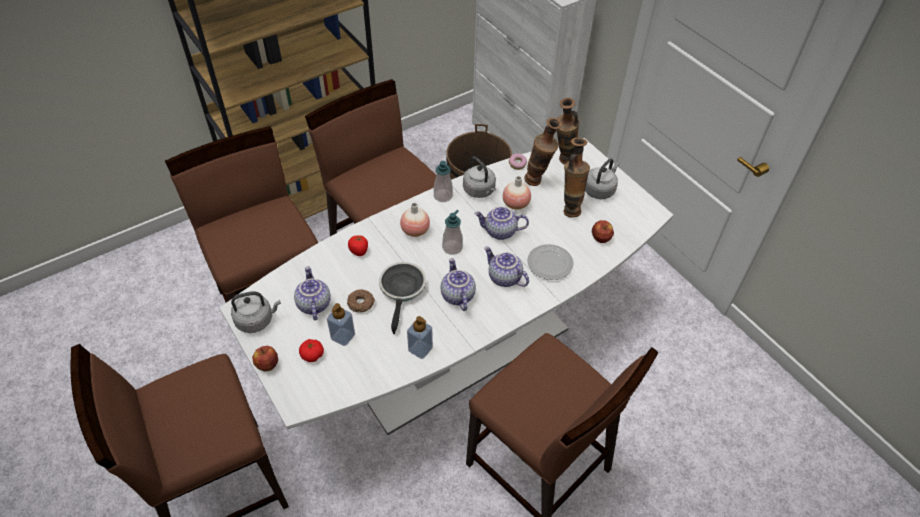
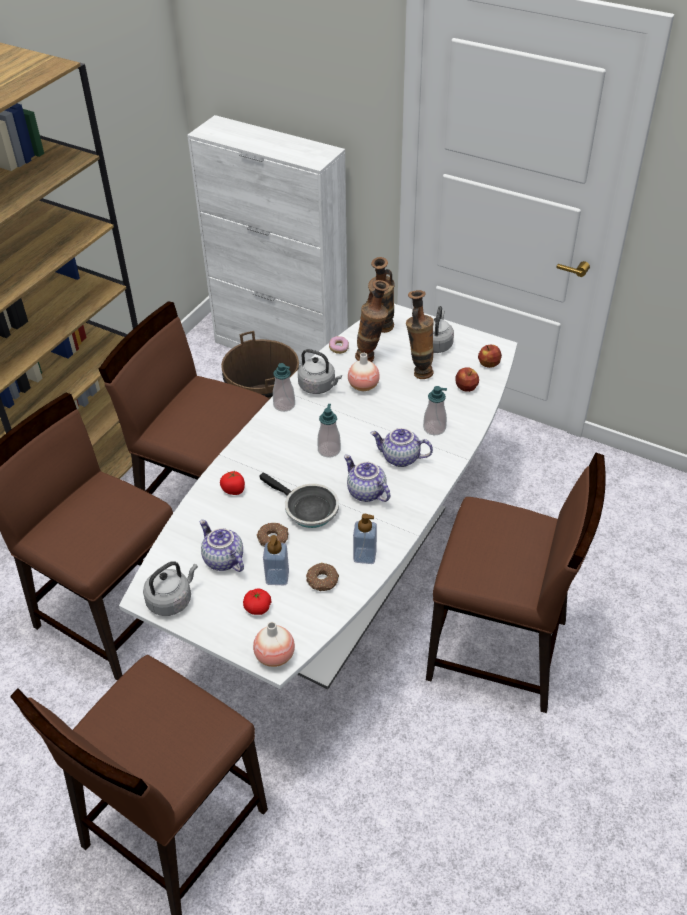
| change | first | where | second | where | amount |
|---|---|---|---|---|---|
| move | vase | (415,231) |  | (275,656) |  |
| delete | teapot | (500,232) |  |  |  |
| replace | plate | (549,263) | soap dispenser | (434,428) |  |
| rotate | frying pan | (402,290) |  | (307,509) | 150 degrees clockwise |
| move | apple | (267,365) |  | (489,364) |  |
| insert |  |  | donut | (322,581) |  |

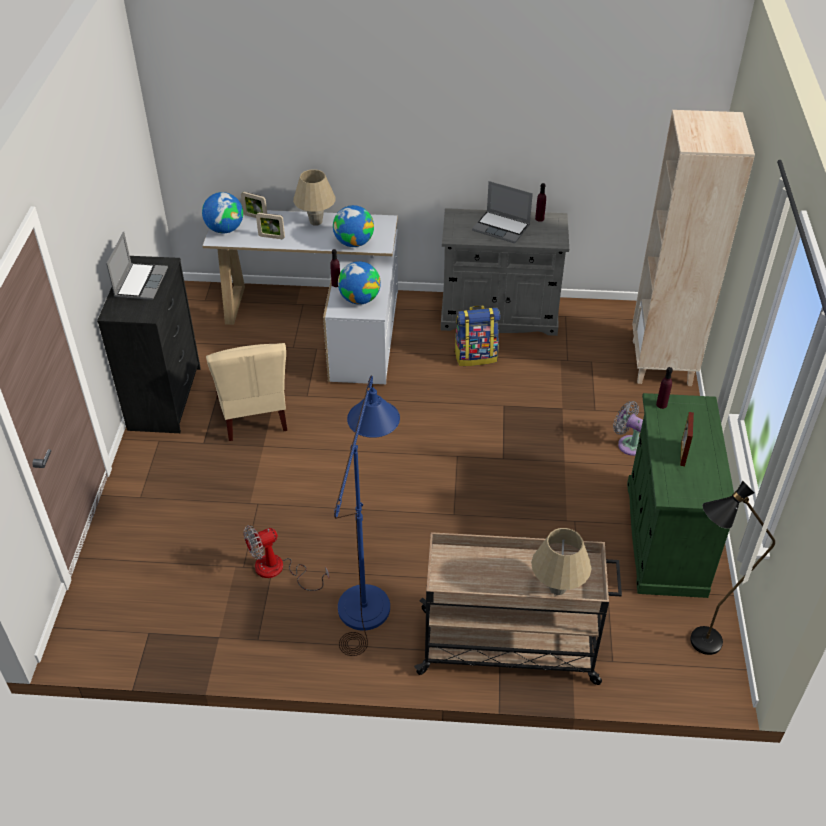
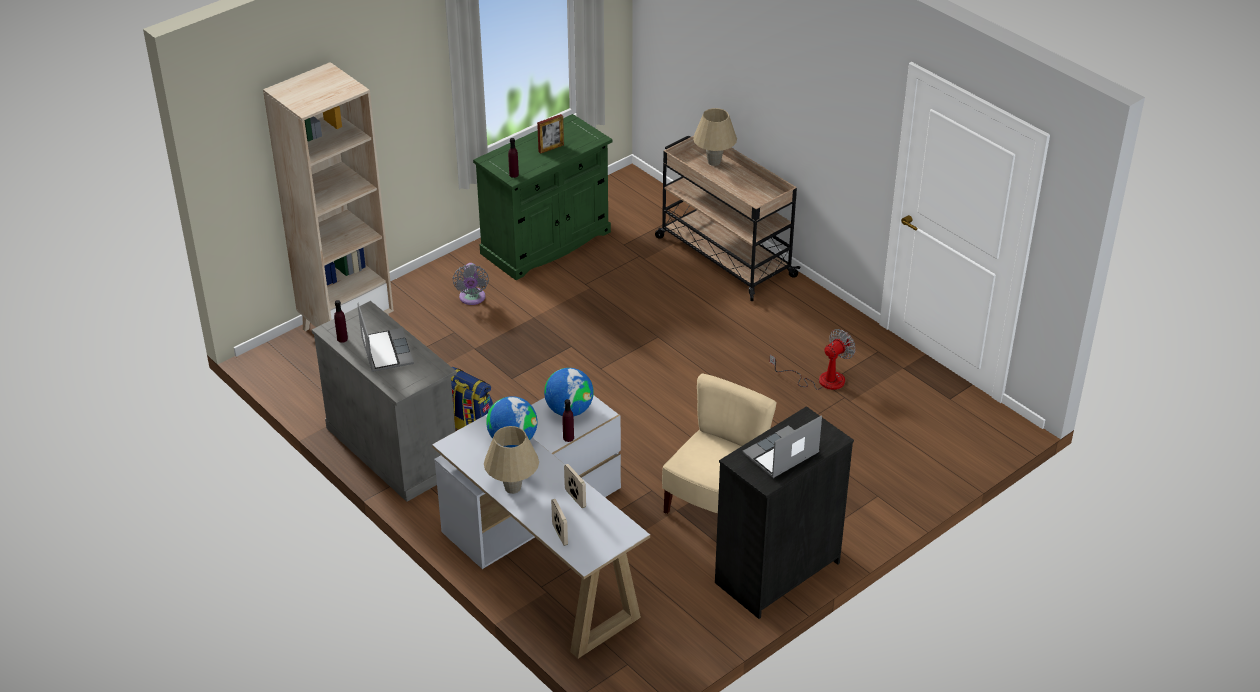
| change | first | where | second | where | amount |
|---|---|---|---|---|---|
| delete | globe | (225,229) |  |  |  |
| delete | blue floor lamp | (368,595) |  |  |  |
| delete | black floor lamp | (695,645) |  |  |  |
| rotate | fan | (278,570) |  | (821,380) | 60 degrees counterclockwise |

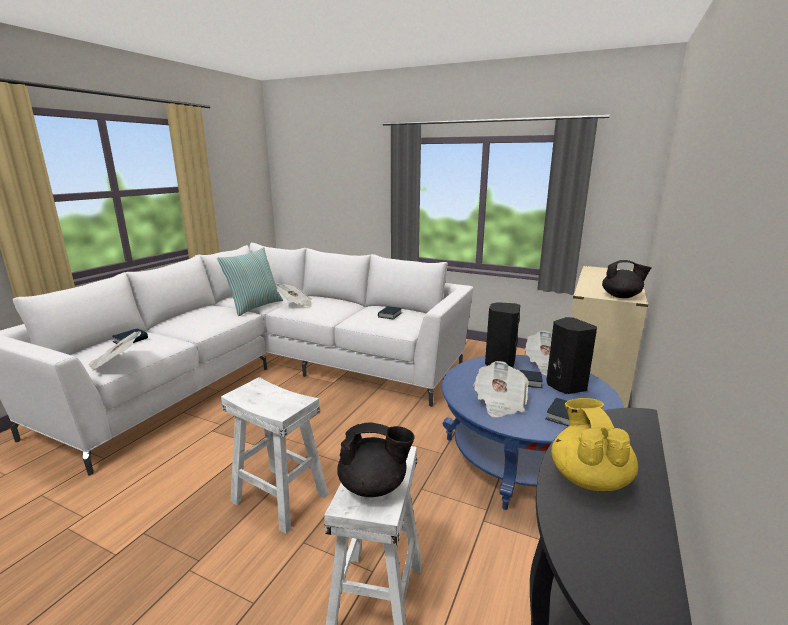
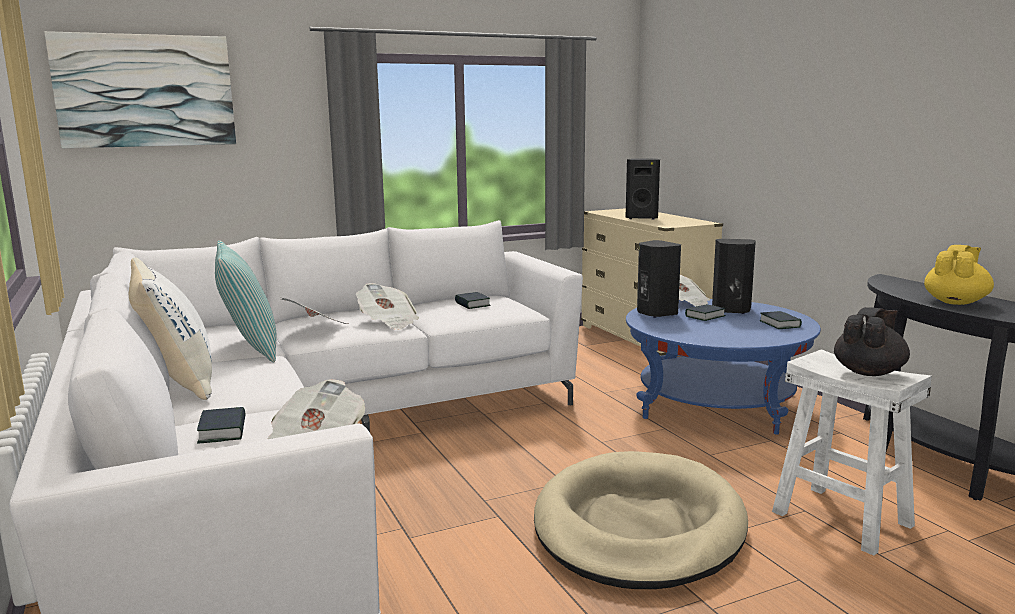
| change | first | where | second | where | amount |
|---|---|---|---|---|---|
| delete | black teapot | (621,296) |  |  |  |
| move | newspaper | (499,403) |  | (388,322) |  |
| replace | white stool | (279,498) | beige dog bed | (638,527) |  |
| rotate | yellow teapot | (588,477) |  | (955,302) | 90 degrees clockwise |
| insert |  |  | picture | (145,91) |  |
| insert |  |  | black speaker | (642,218) |  |
| insert |  |  | white pillow | (176,383) |  |

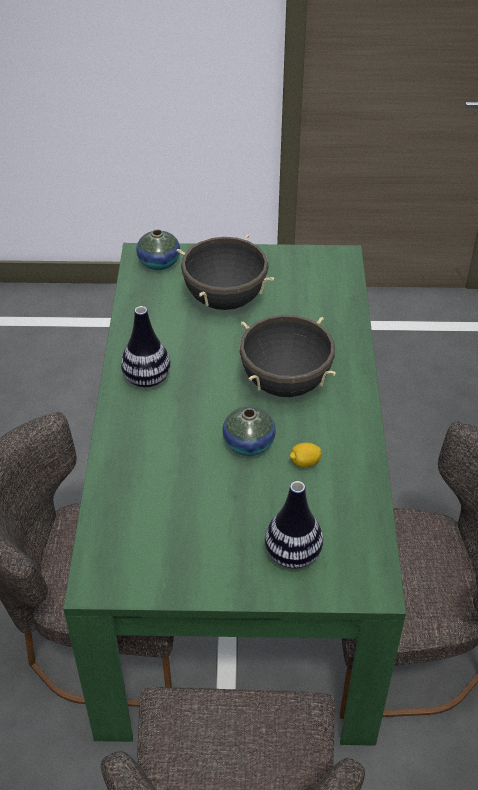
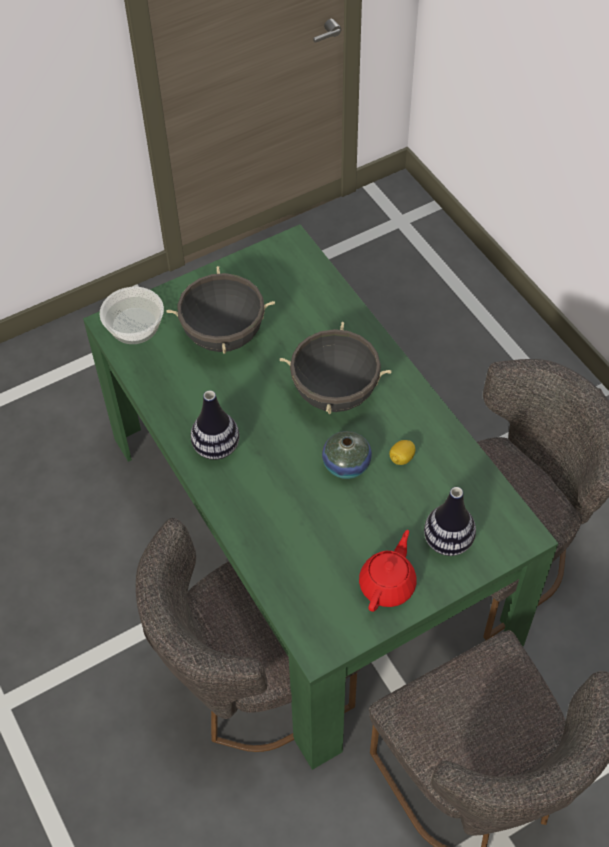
| change | first | where | second | where | amount |
|---|---|---|---|---|---|
| replace | vase | (159,263) | bowl | (135,325) |  |
| insert |  |  | red teapot | (388,584) |  |

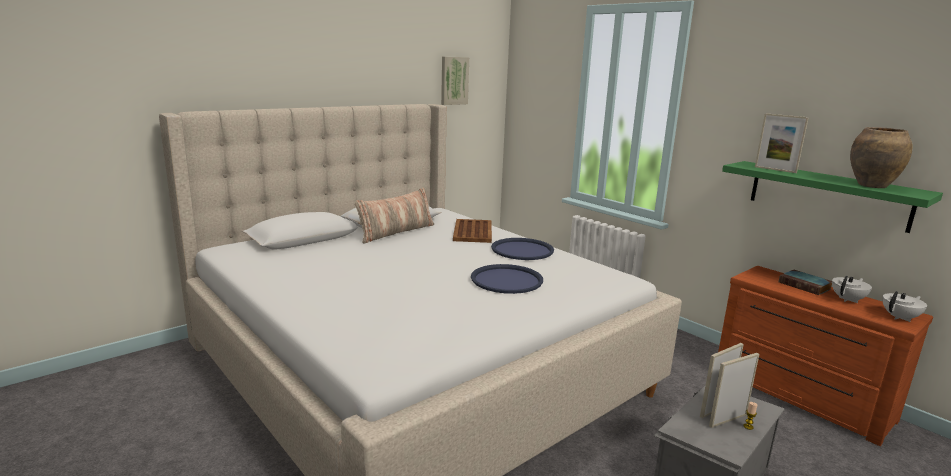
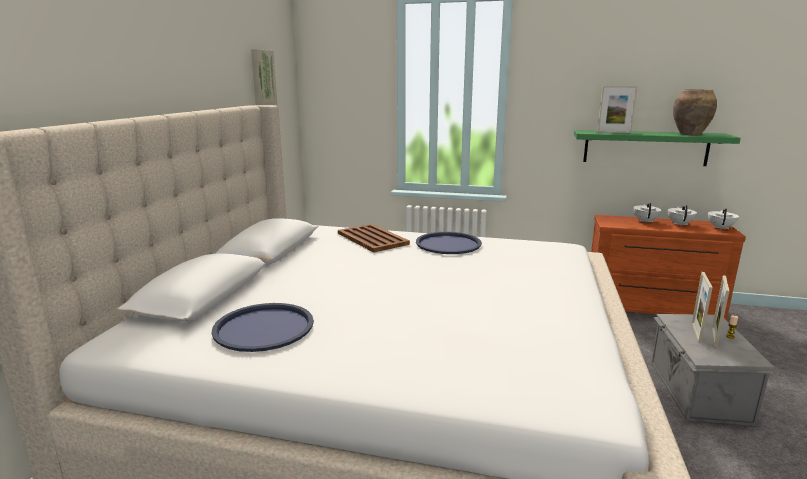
| change | first | where | second | where | amount |
|---|---|---|---|---|---|
| delete | pillow | (396,232) |  |  |  |
| move | blue tray | (506,280) |  | (263,328) |  |
| replace | book | (805,286) | white teapot | (645,221) |  |

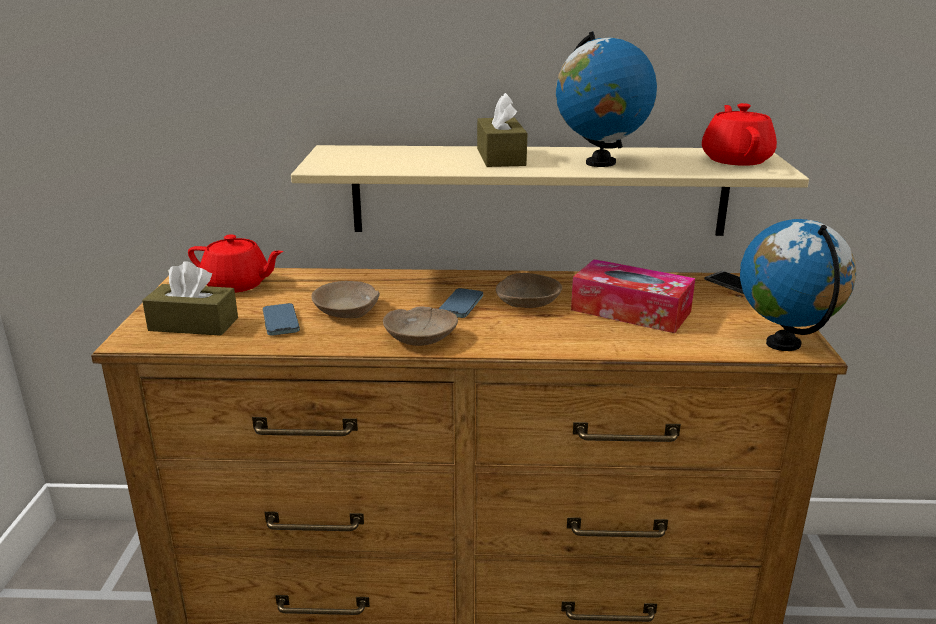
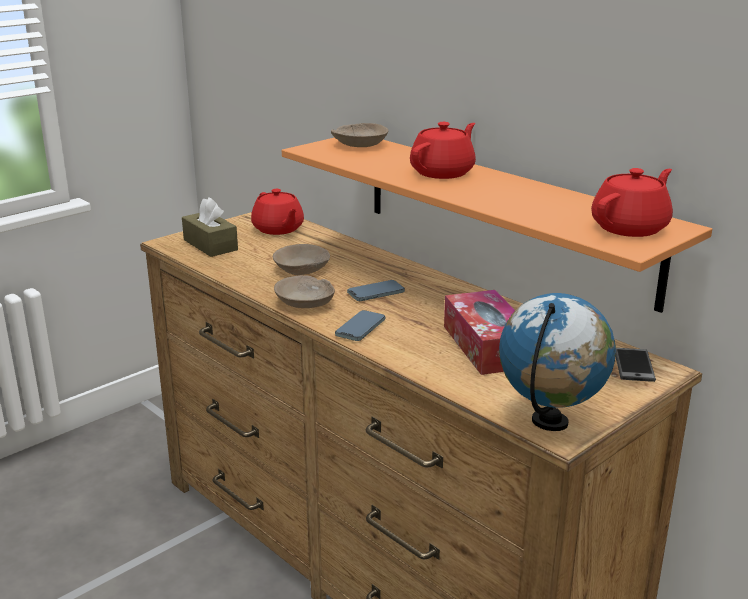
| change | first | where | second | where | amount |
|---|---|---|---|---|---|
| delete | globe | (600,163) |  |  |  |
| replace | brown tissue box | (500,157) | red teapot | (443,172) |  |
| recolor | beige shelf | (539,190) | orange shelf | (503,214) |  |
| move | beige bowl | (527,303) |  | (359,145) |  |
| move | phone | (281,322) |  | (360,328) |  |

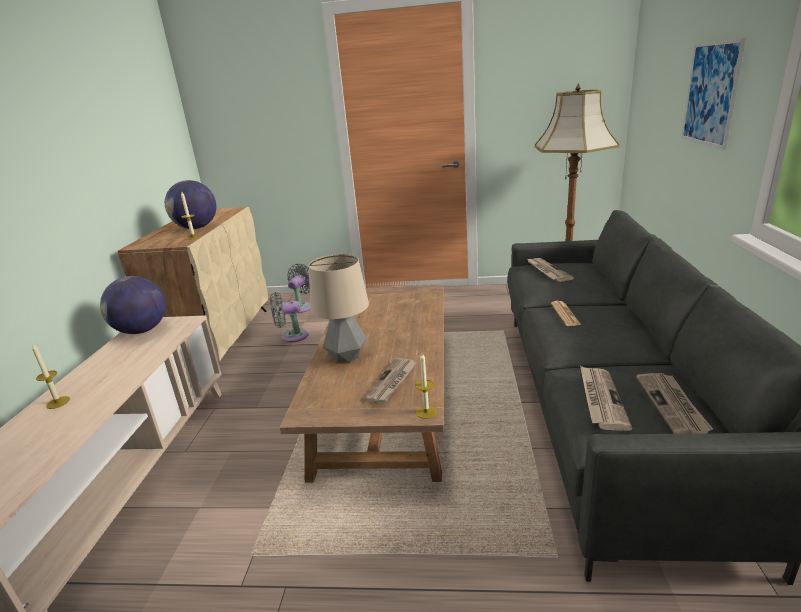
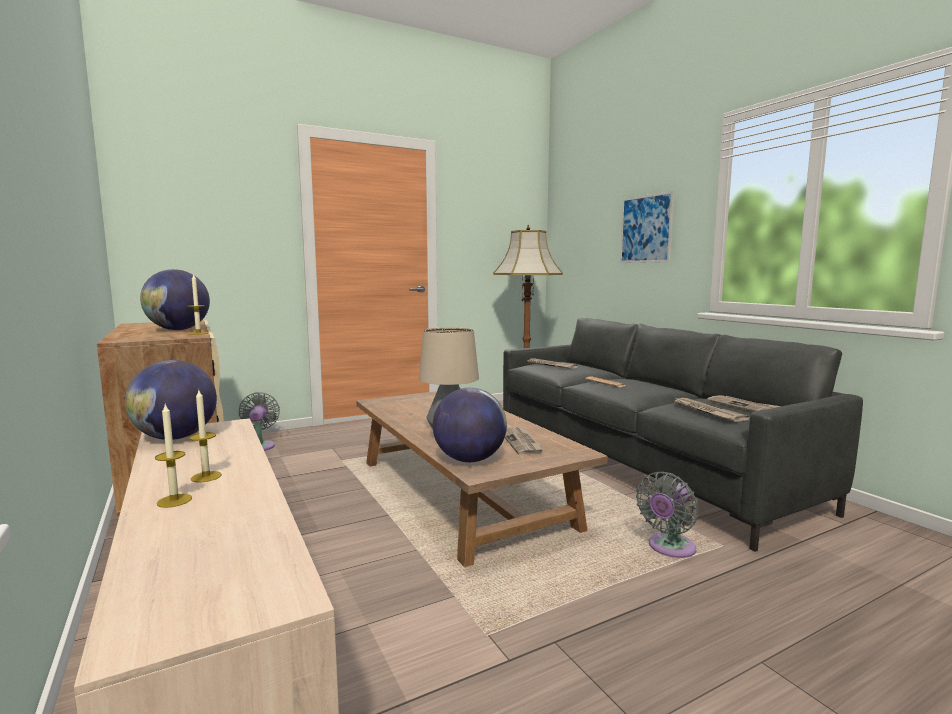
| change | first | where | second | where | amount |
|---|---|---|---|---|---|
| move | grey fan | (291,336) |  | (669,548) |  |
| move | candle | (426,412) |  | (206,477) |  |
| insert |  |  | globe | (469,459) |  |

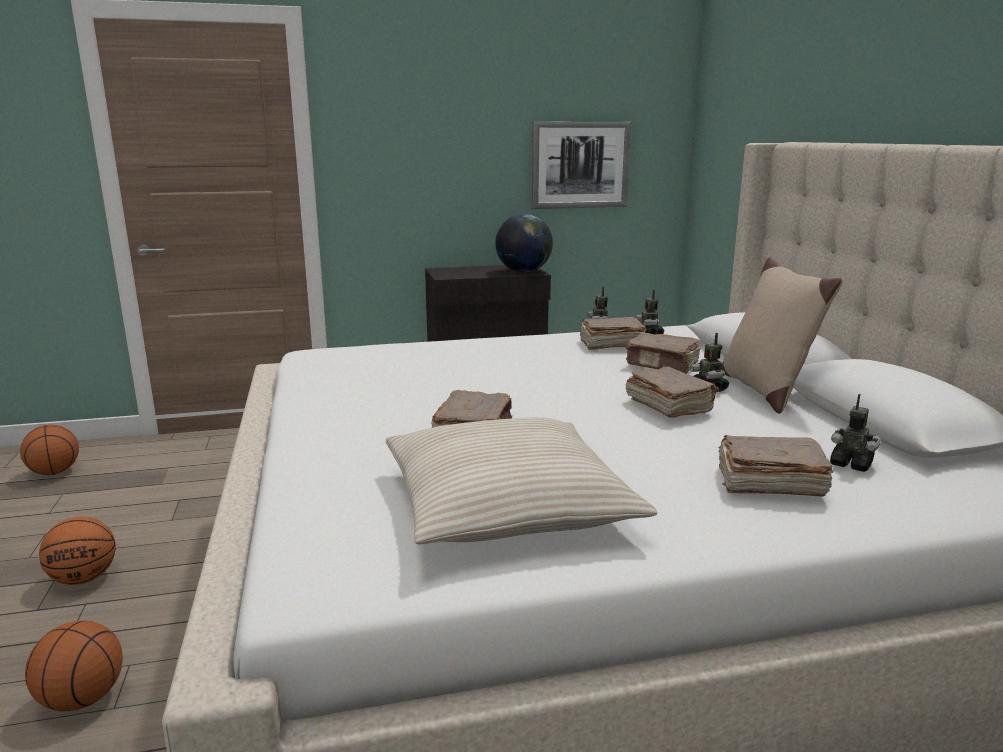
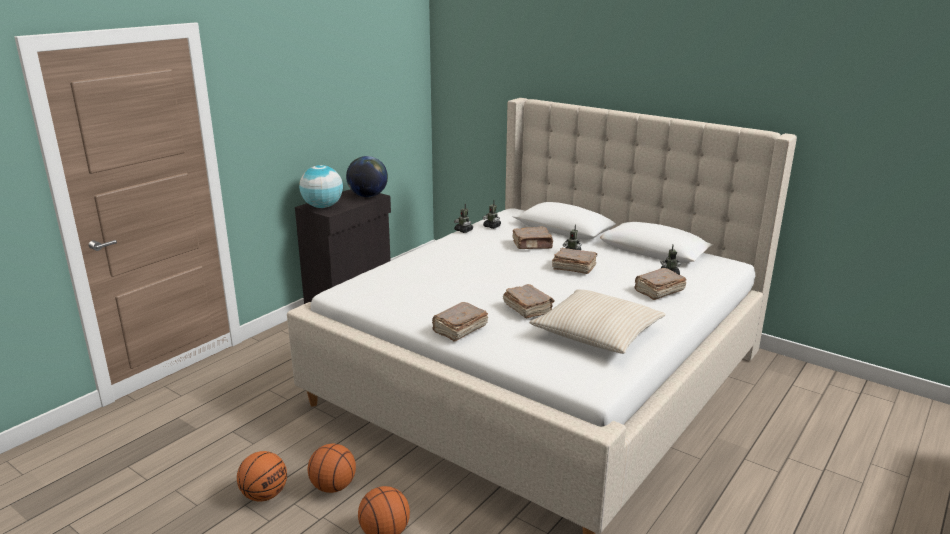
| change | first | where | second | where | amount |
|---|---|---|---|---|---|
| delete | picture | (580,165) |  |  |  |
| delete | beige pillow | (765,390) |  |  |  |
| move | brown book | (610,344) |  | (459,329) |  |
| move | basketball | (55,472) |  | (333,486) |  |
| insert |  |  | globe | (323,207) |  |

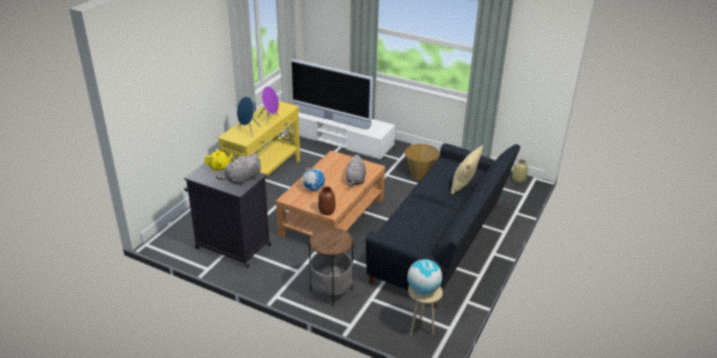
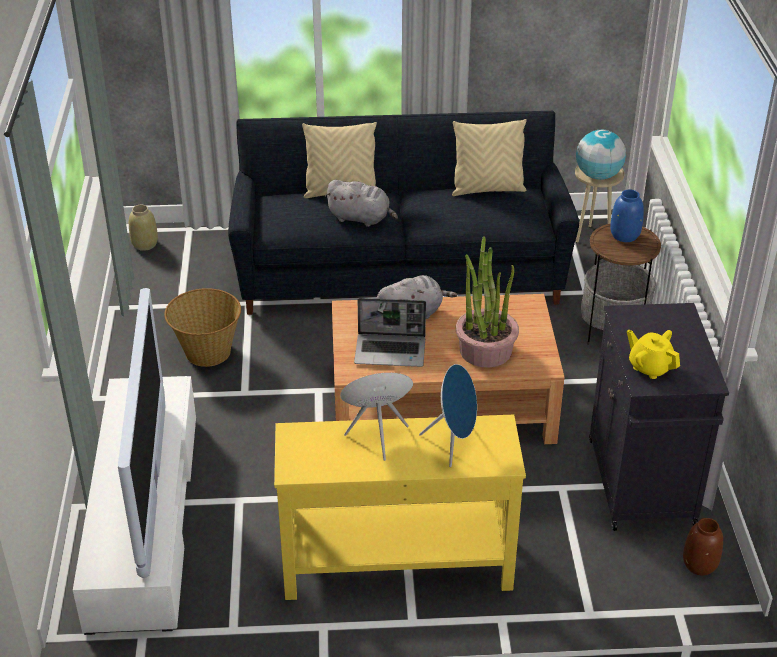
| change | first | where | second | where | amount |
|---|---|---|---|---|---|
| move | grey plush toy | (242,180) |  | (361,218) |  |
| replace | globe | (313,188) | potted plant | (485,350) |  |
| move | brown vase | (326,211) |  | (700,565) |  |
| insert |  |  | beige pillow | (487,189) |  |
| insert |  |  | blue vase | (625,235) |  |
| insert |  |  | laptop | (391,351) |  |

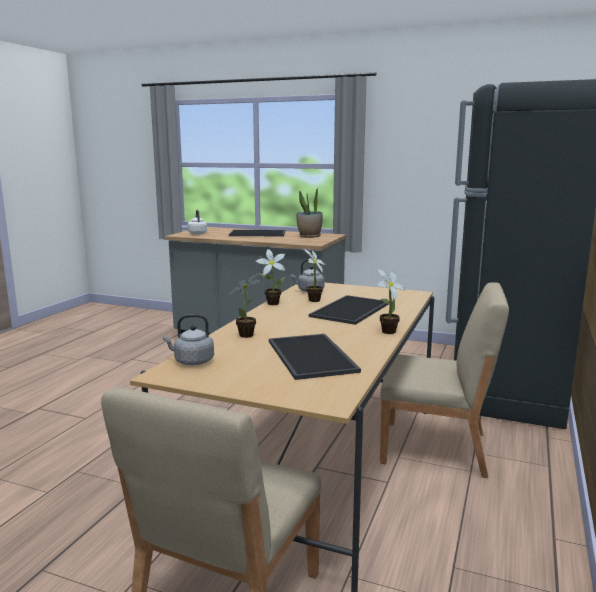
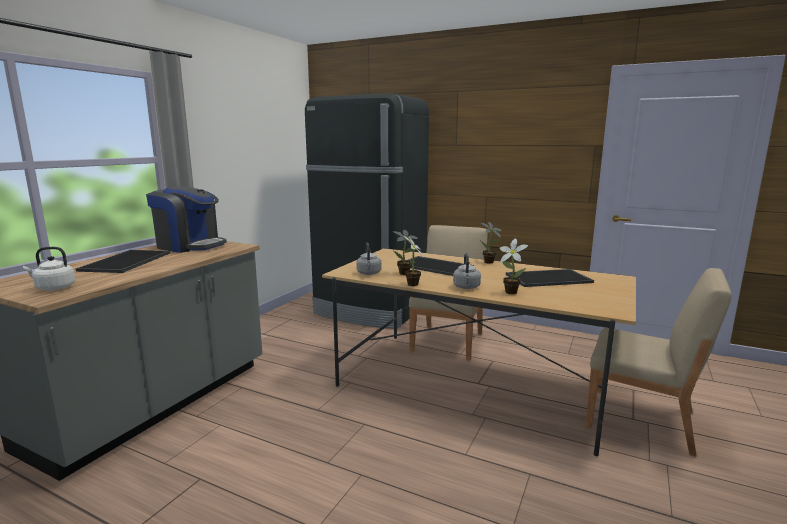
| change | first | where | second | where | amount |
|---|---|---|---|---|---|
| replace | potted plant | (309,236) | coffee machine | (190,246) |  |
| move | grey kettle | (192,361) |  | (466,287) |  |

